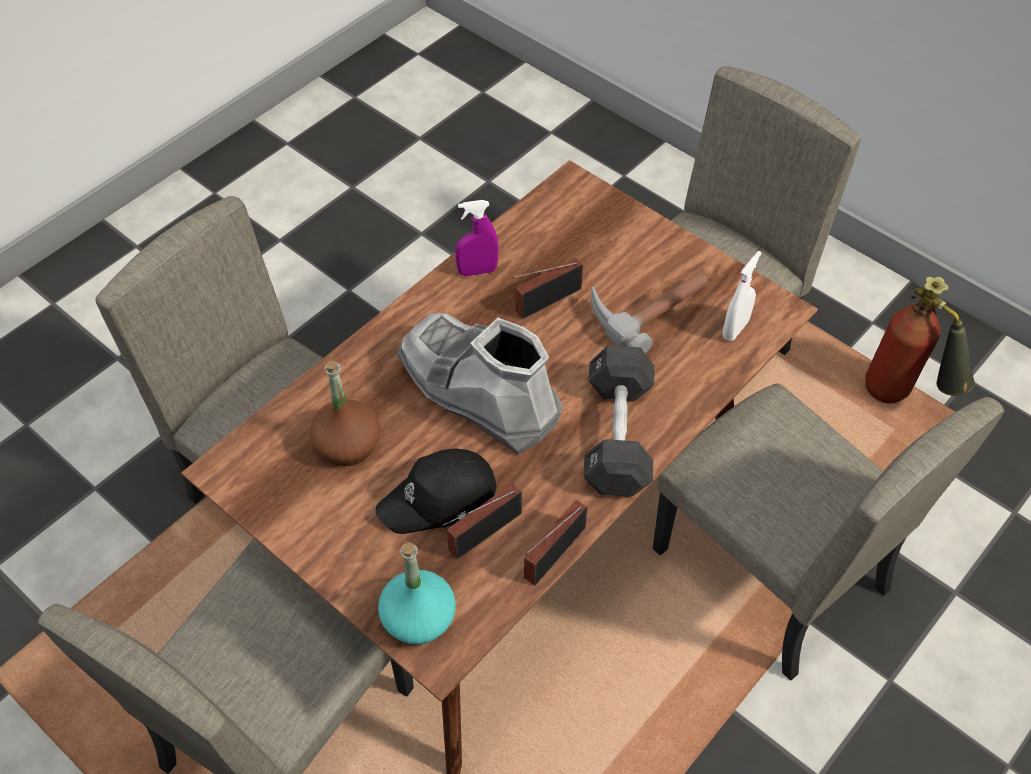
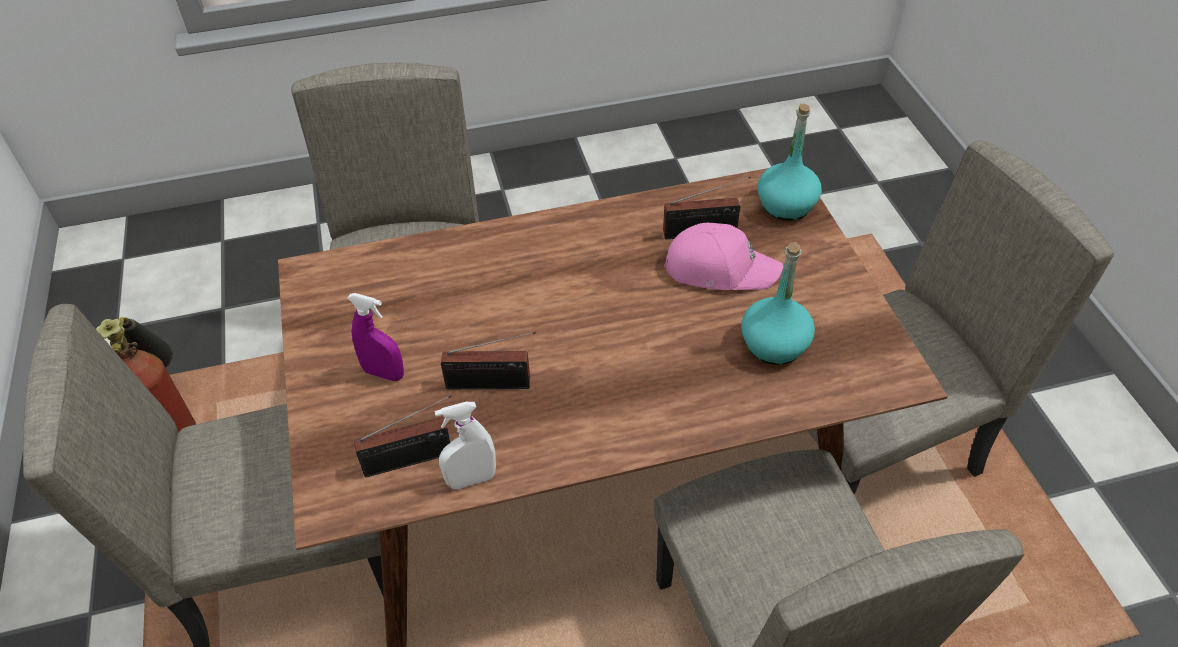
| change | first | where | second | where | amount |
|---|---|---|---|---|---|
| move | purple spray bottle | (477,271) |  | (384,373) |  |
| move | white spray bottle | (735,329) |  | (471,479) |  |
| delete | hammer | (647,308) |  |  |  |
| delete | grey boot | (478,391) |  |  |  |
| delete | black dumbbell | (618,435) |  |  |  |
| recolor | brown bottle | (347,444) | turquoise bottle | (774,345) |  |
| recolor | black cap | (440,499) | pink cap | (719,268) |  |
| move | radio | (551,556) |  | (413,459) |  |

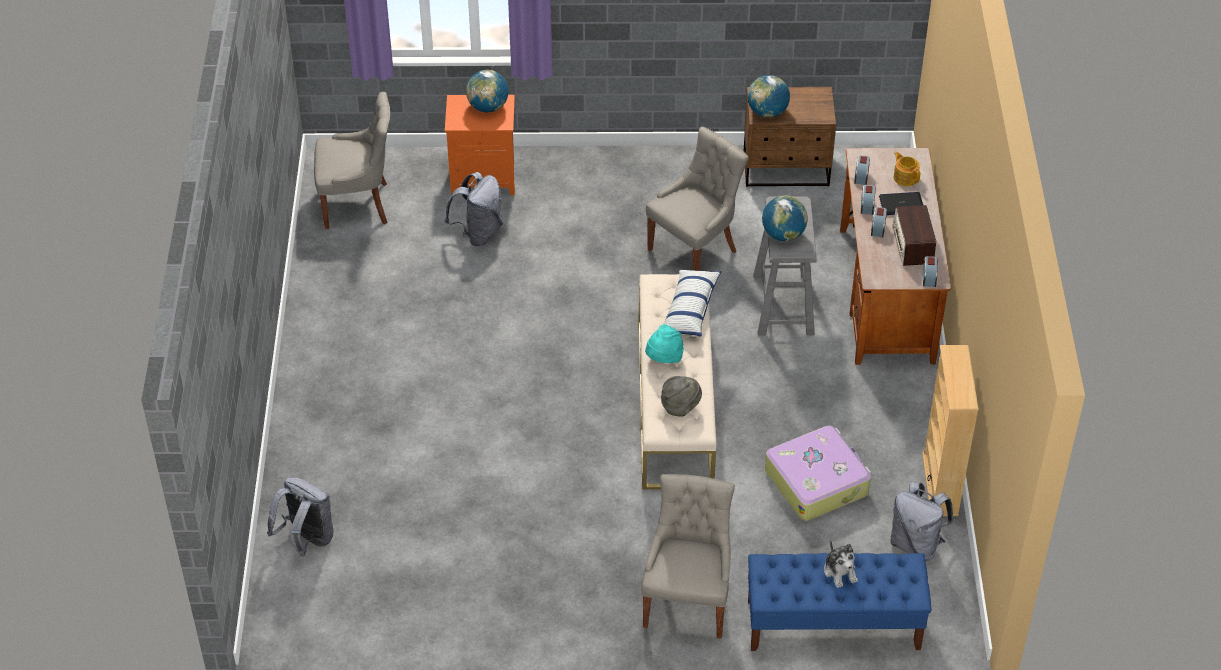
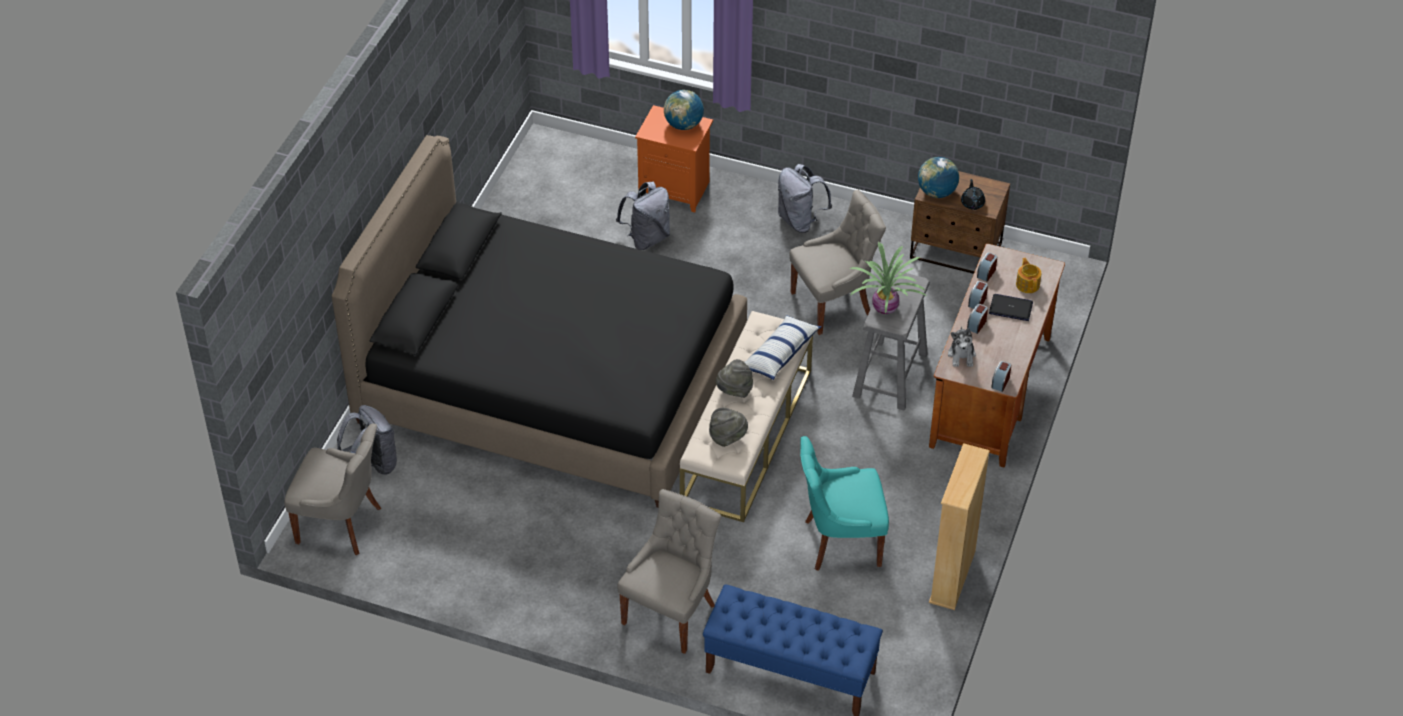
| change | first | where | second | where | amount |
|---|---|---|---|---|---|
| move | grey chair | (358,204) |  | (341,524) |  |
| replace | globe | (783,235) | potted plant | (886,307) |  |
| delete | radio | (912,245) |  |  |  |
| recolor | turquoise hat | (664,358) | grey hat | (734,391) |  |
| replace | suitcase | (817,481) | turquoise chair | (840,542) |  |
| move | grey backpack | (916,544) |  | (800,221) |  |
| move | plush toy | (840,571) |  | (962,355) |  |
| insert |  |  | black bed | (552,383) |  |
| insert |  |  | black teapot | (972,203) |  |

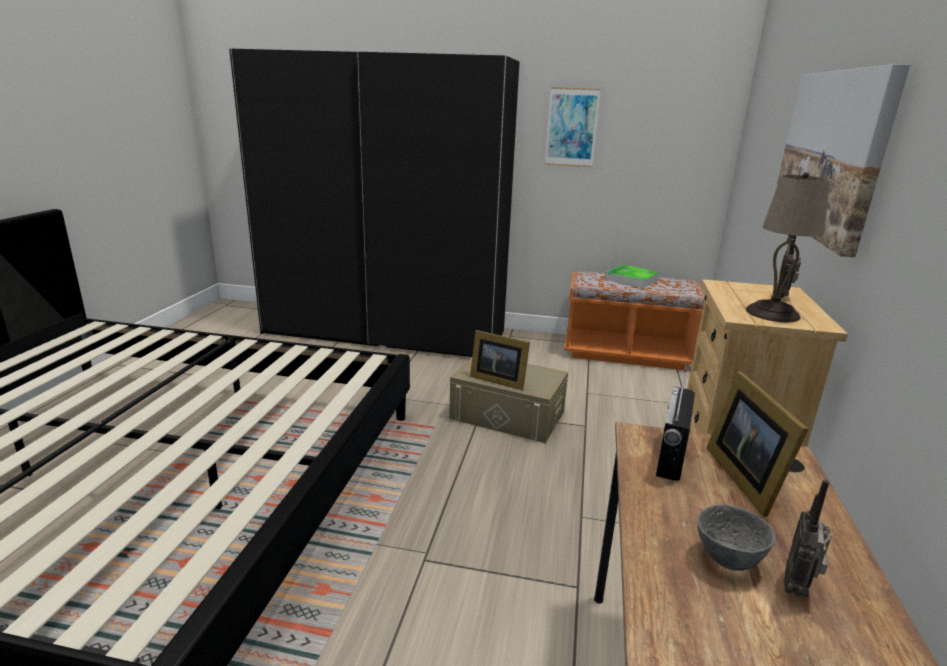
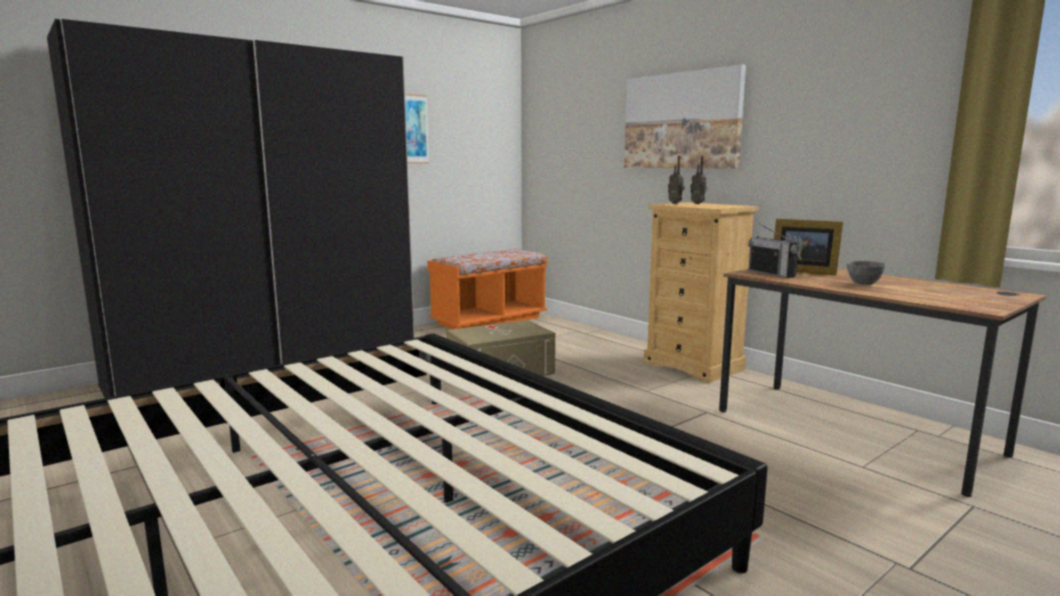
| change | first | where | second | where | amount |
|---|---|---|---|---|---|
| delete | beige table lamp | (772,313) |  |  |  |
| delete | tray | (631,279) |  |  |  |
| delete | picture frame | (497,379) |  |  |  |
| move | radio | (797,588) |  | (675,203) |  |

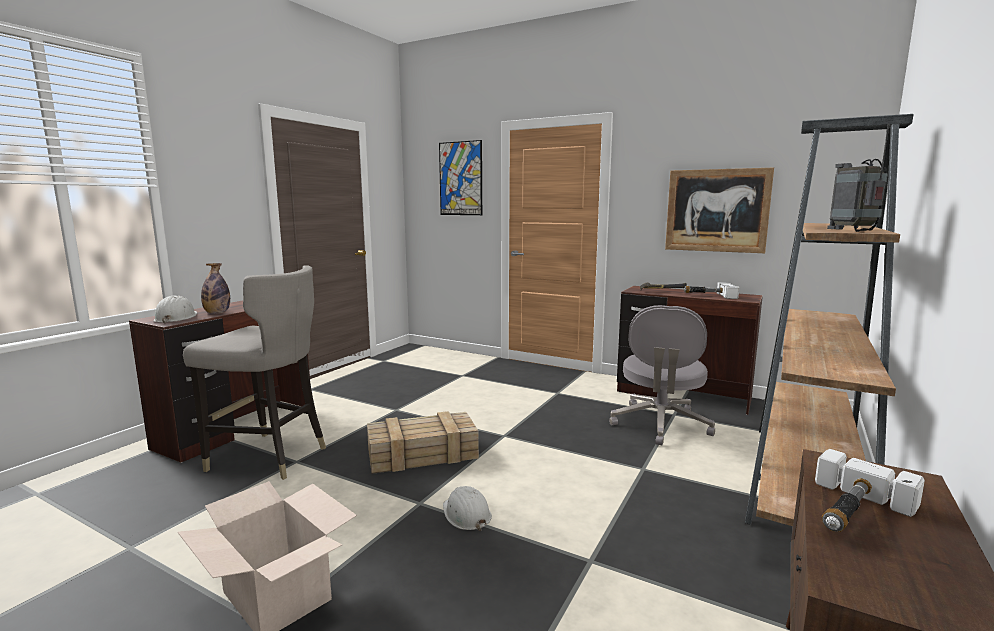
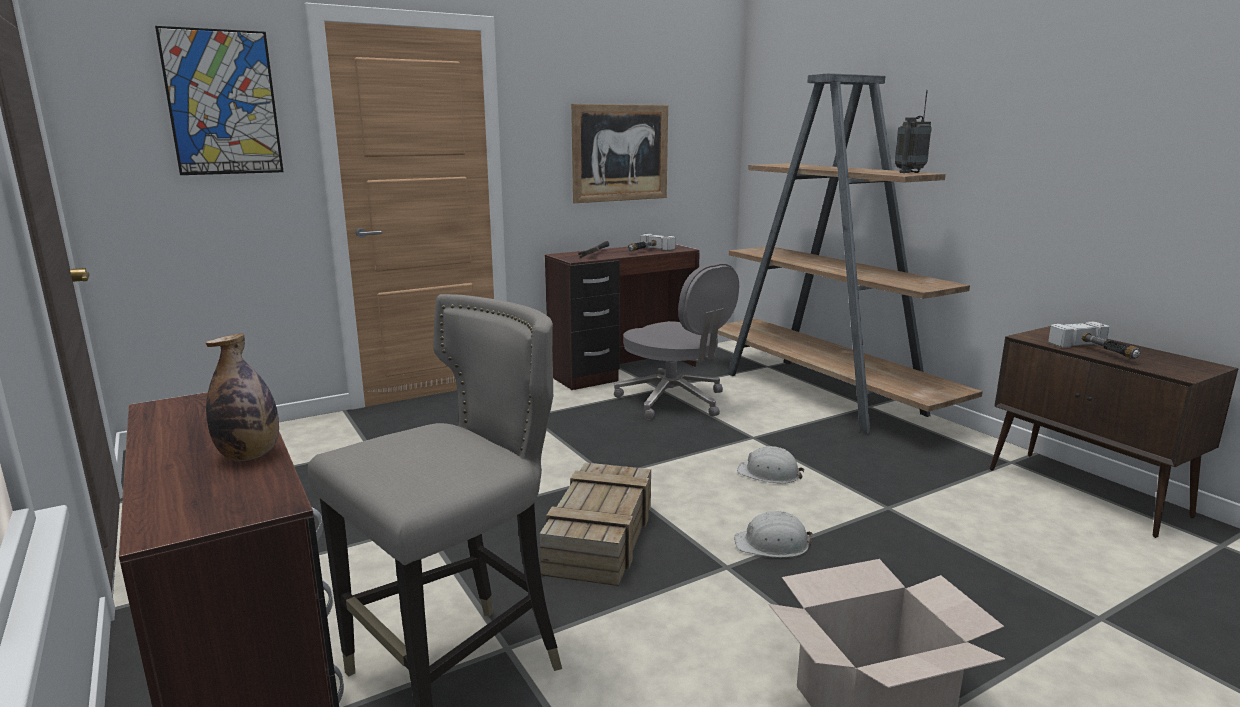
| change | first | where | second | where | amount |
|---|---|---|---|---|---|
| rotate | radio | (853,231) |  | (909,173) | 60 degrees counterclockwise |
| move | white hard hat | (176,318) |  | (769,474) |  |

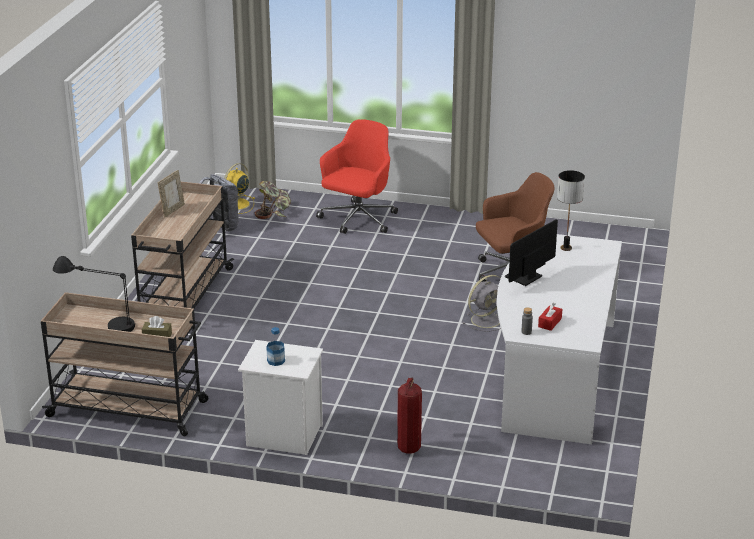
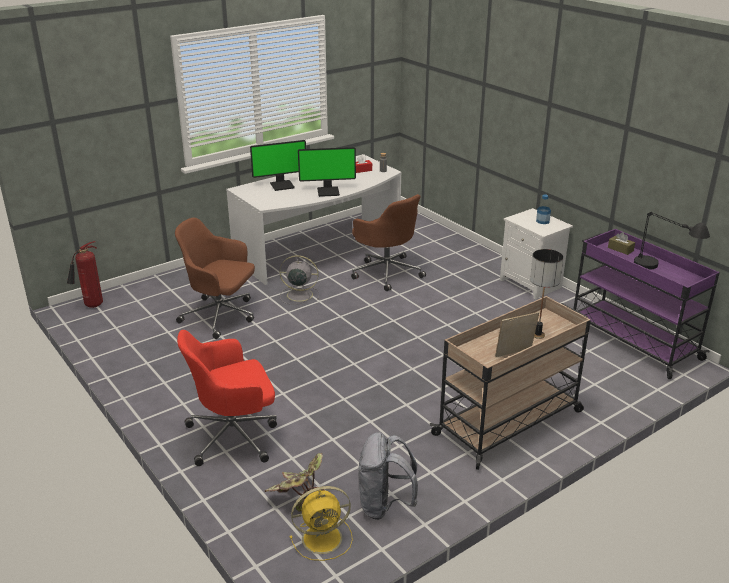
| change | first | where | second | where | amount |
|---|---|---|---|---|---|
| move | table lamp | (566,248) |  | (538,335) |  |
| recolor | beige cart | (129,409) | purple cart | (630,340) |  |
| move | fire extinguisher | (409,447) |  | (91,306) |  |
| insert |  |  | monitor | (282,185) |  |
| insert |  |  | brown office chair | (386,272) |  |

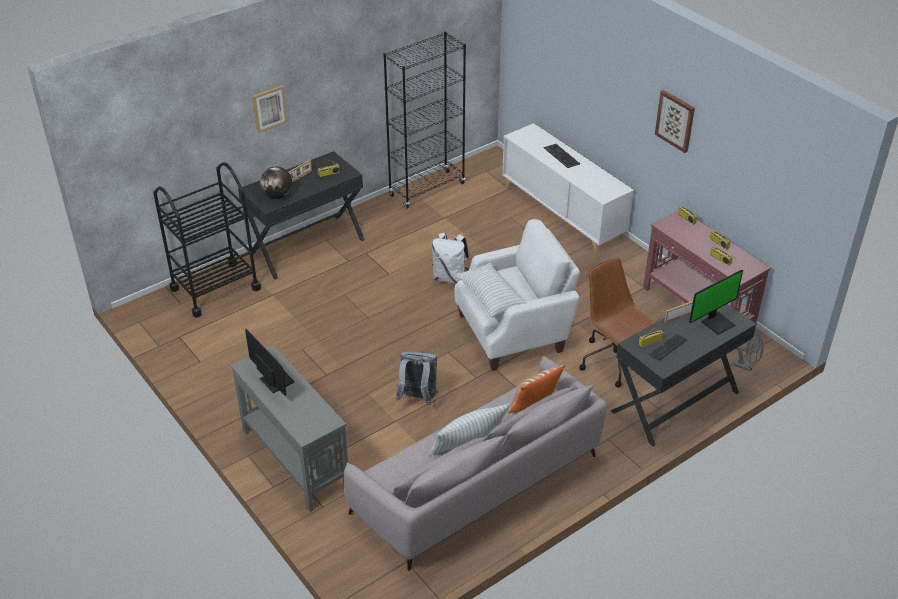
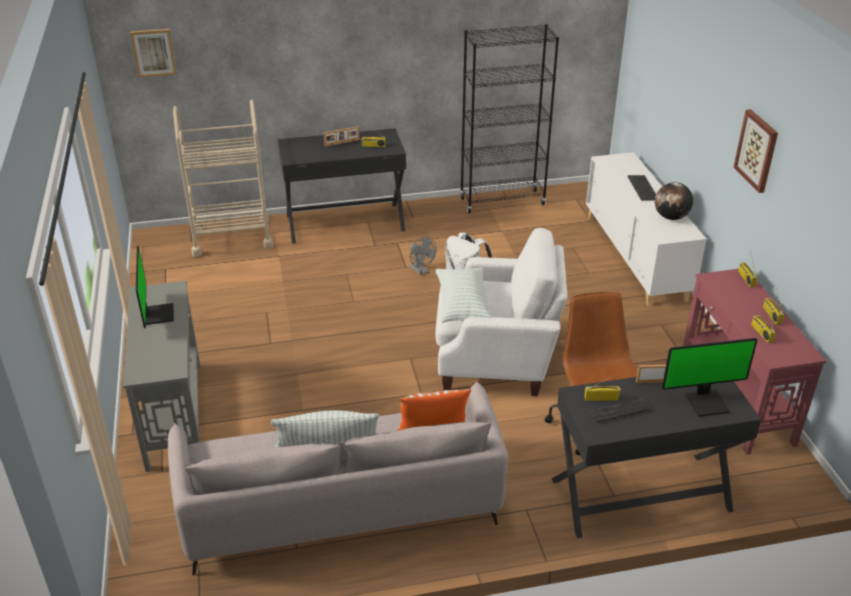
| change | first | where | second | where | amount |
|---|---|---|---|---|---|
| move | picture | (269,108) |  | (153,52) |  |
| recolor | black cart | (215,288) | beige cart | (231,237) |  |
| move | globe | (277,196) |  | (671,217) |  |
| move | grey fan | (746,366) |  | (421,271) |  |
| delete | grey backpack | (417,398) |  |  |  |

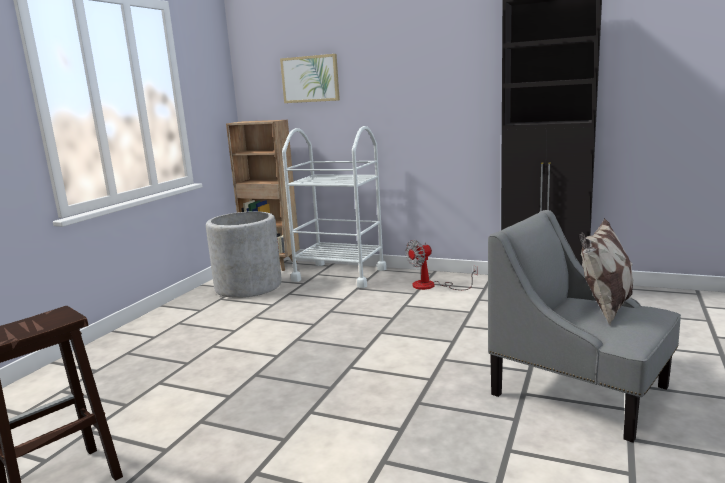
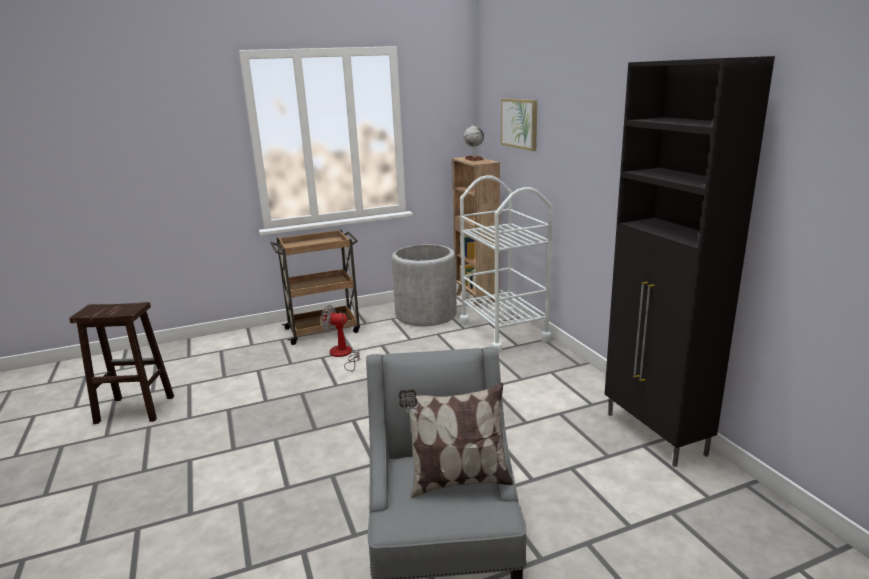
| change | first | where | second | where | amount |
|---|---|---|---|---|---|
| move | fan | (432,286) |  | (343,355) |  |
| insert |  |  | globe | (474,159) |  |
| insert |  |  | brown cart | (324,330) |  |

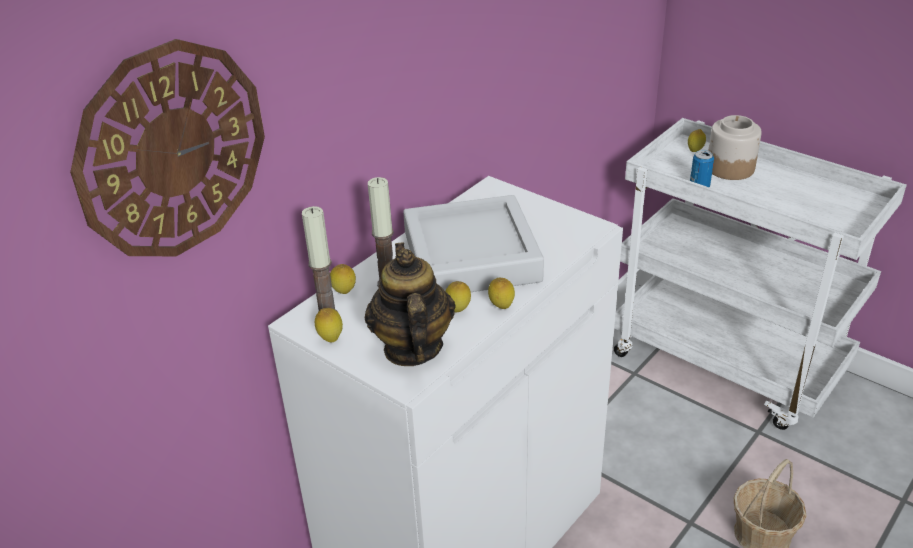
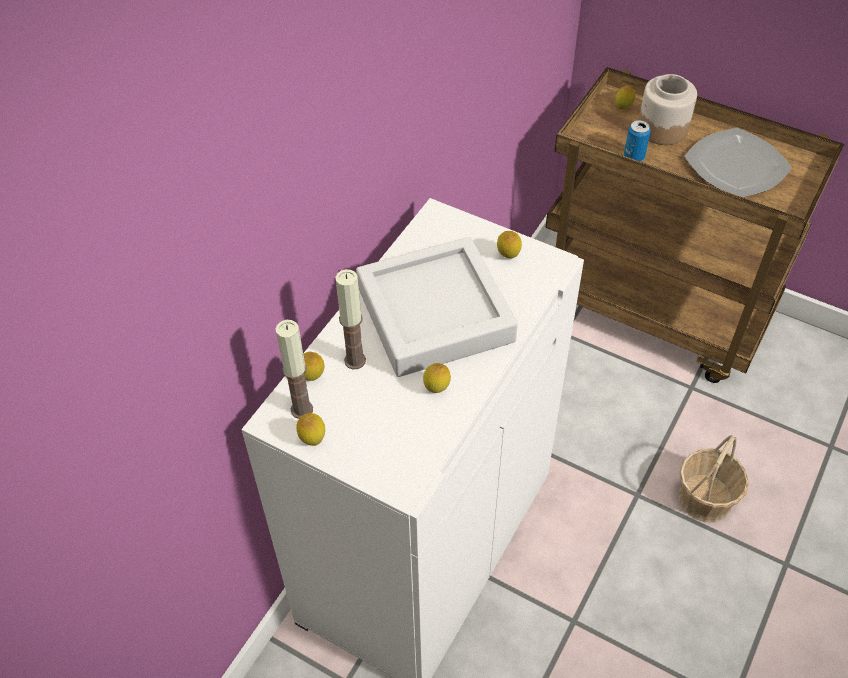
| change | first | where | second | where | amount |
|---|---|---|---|---|---|
| delete | wall clock | (172,151) |  |  |  |
| recolor | white cart | (729,363) | brown cart | (655,312) |  |
| delete | teapot | (412,348) |  |  |  |
| move | lemon | (501,307) |  | (508,256) |  |
| insert |  |  | plate | (736,165) |  |

